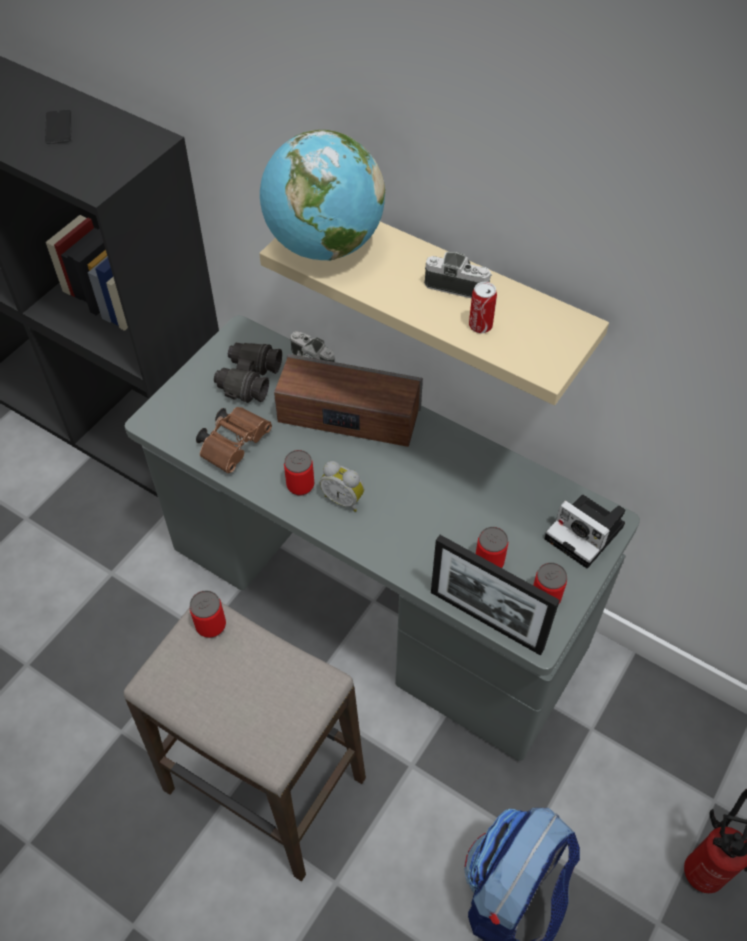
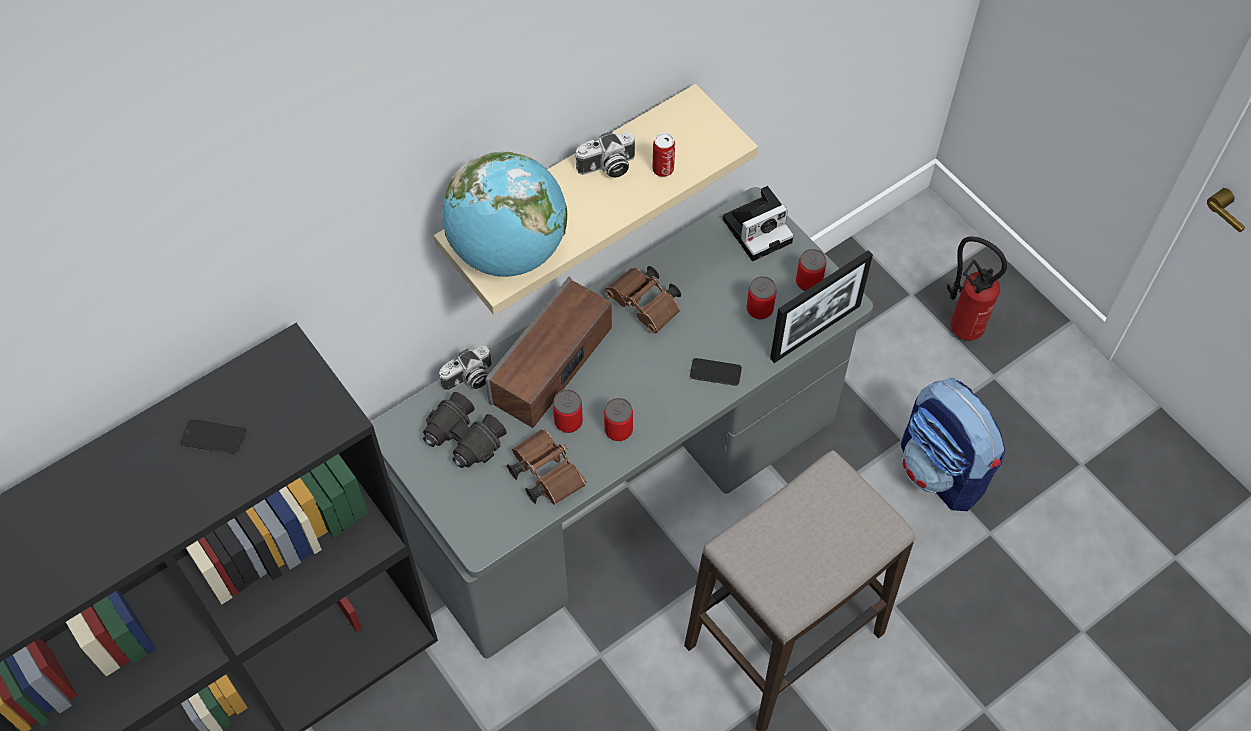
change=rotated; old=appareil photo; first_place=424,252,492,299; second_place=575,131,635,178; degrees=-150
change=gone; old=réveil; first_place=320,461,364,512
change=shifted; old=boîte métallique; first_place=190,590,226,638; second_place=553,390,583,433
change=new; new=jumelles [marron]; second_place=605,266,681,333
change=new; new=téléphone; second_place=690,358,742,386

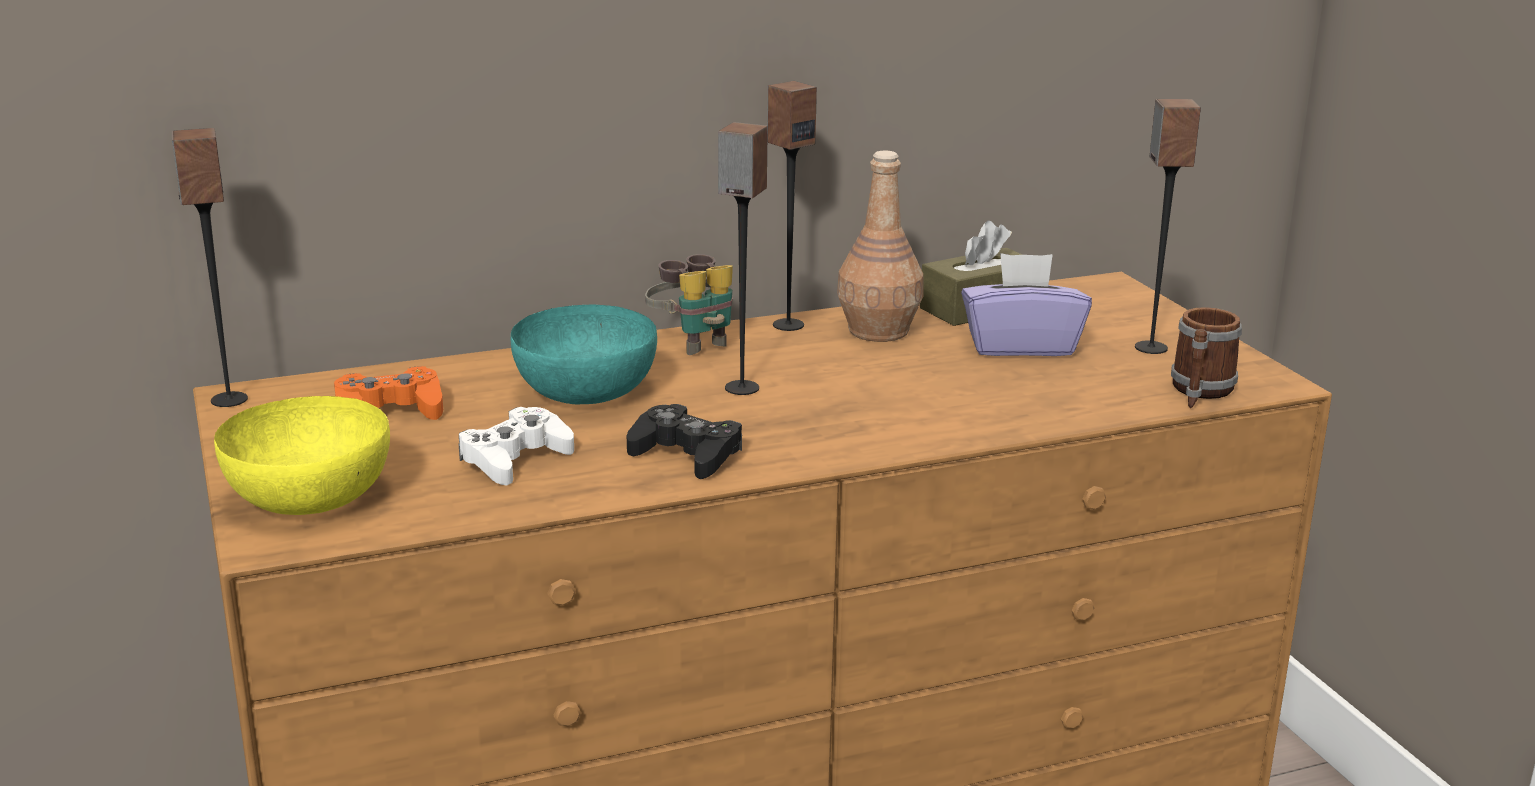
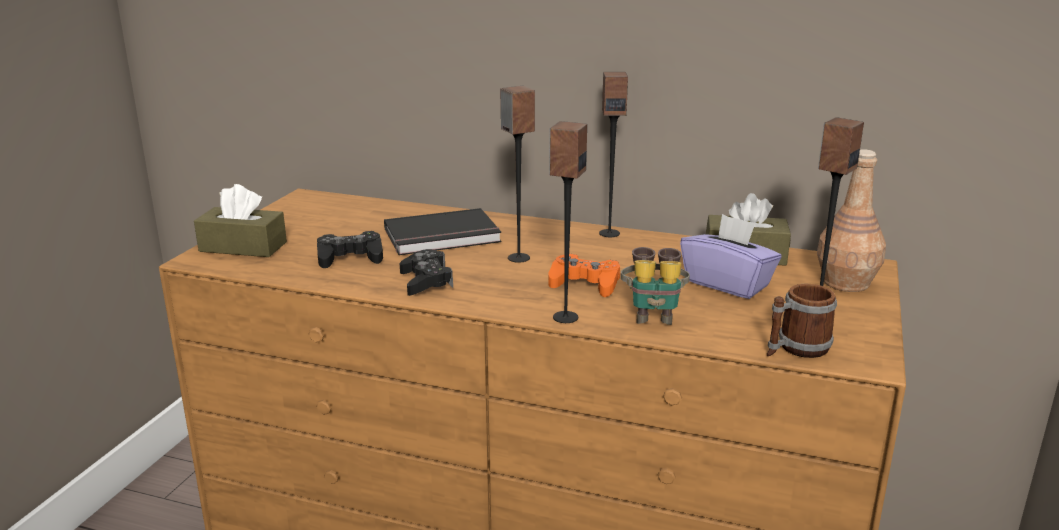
change=shifted; old=enceinte; first_place=172,128,248,407; second_place=549,121,587,323
change=shifted; old=bouteille [marron]; first_place=837,151,924,342; second_place=817,149,886,292
change=shifted; old=jumelles; first_place=645,254,733,355; second_place=621,247,690,325
change=swapped; old=bol [turquoise]; new=livre [noir]; first_place=511,305,657,404; second_place=384,208,501,255
change=shifted; old=manette [orange]; first_place=334,366,443,420; second_place=548,254,620,297
change=swapped; old=bol [jaune]; new=boîte à mouchoirs [marron]; first_place=214,396,390,515; second_place=194,184,287,257
change=repainted; old=manette [blanc]; new=manette [noir]; first_place=459,407,574,485; second_place=317,231,383,268

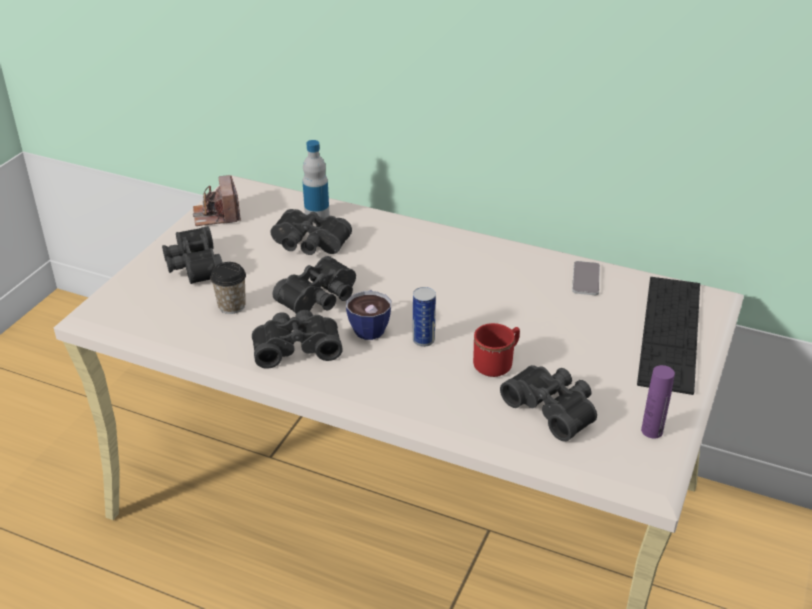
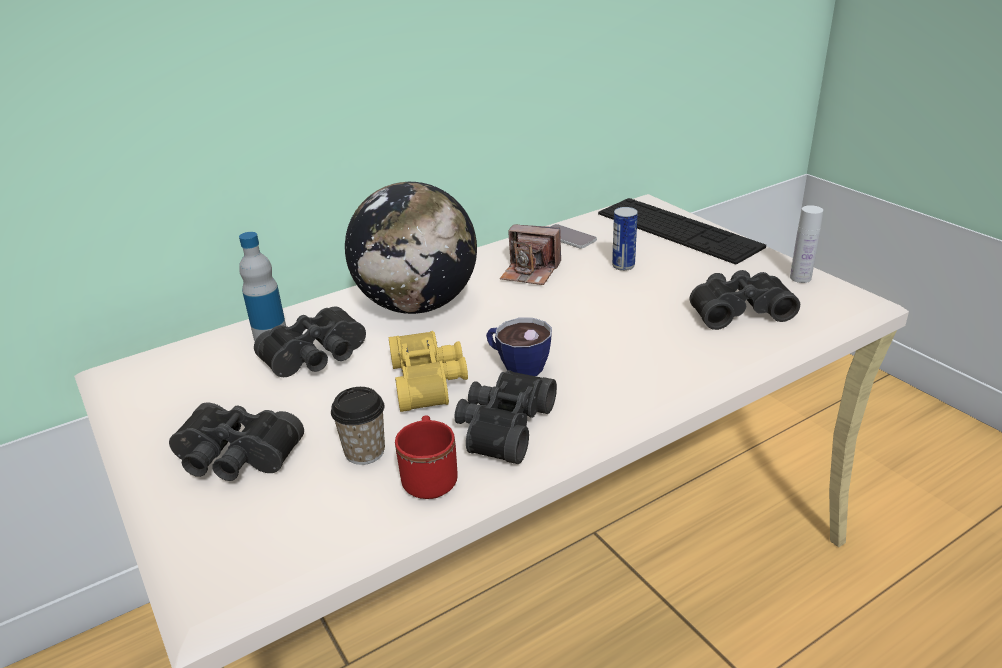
change=shifted; old=appareil photo; first_place=193,175,241,226; second_place=500,224,561,285
change=repainted; old=jumelles [noir]; new=jumelles [jaune]; first_place=273,256,356,314; second_place=389,331,468,412
change=shifted; old=boîte métallique; first_place=413,287,436,347; second_place=612,207,638,271
change=shifted; old=mug [rouge]; first_place=473,323,520,377; second_place=395,415,457,499
change=repainted; old=bouteille [violet]; new=bouteille [blanc]; first_place=641,365,675,438; second_place=790,205,823,283
change=new; new=globe; second_place=345,182,477,314

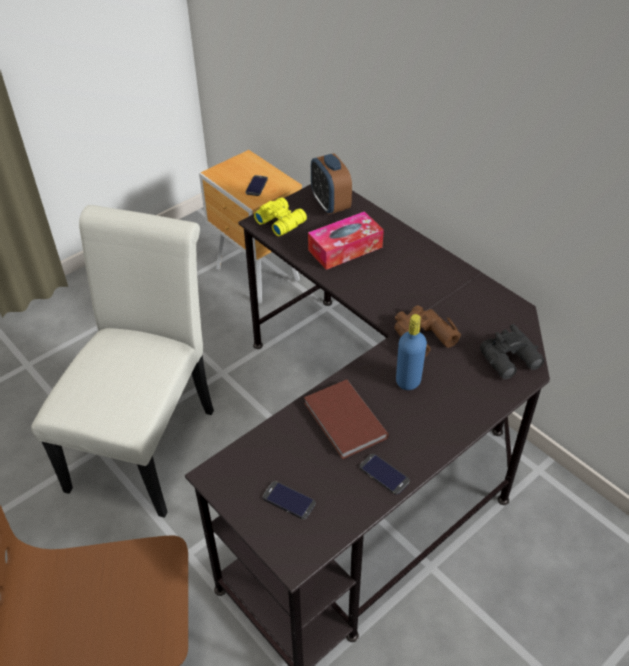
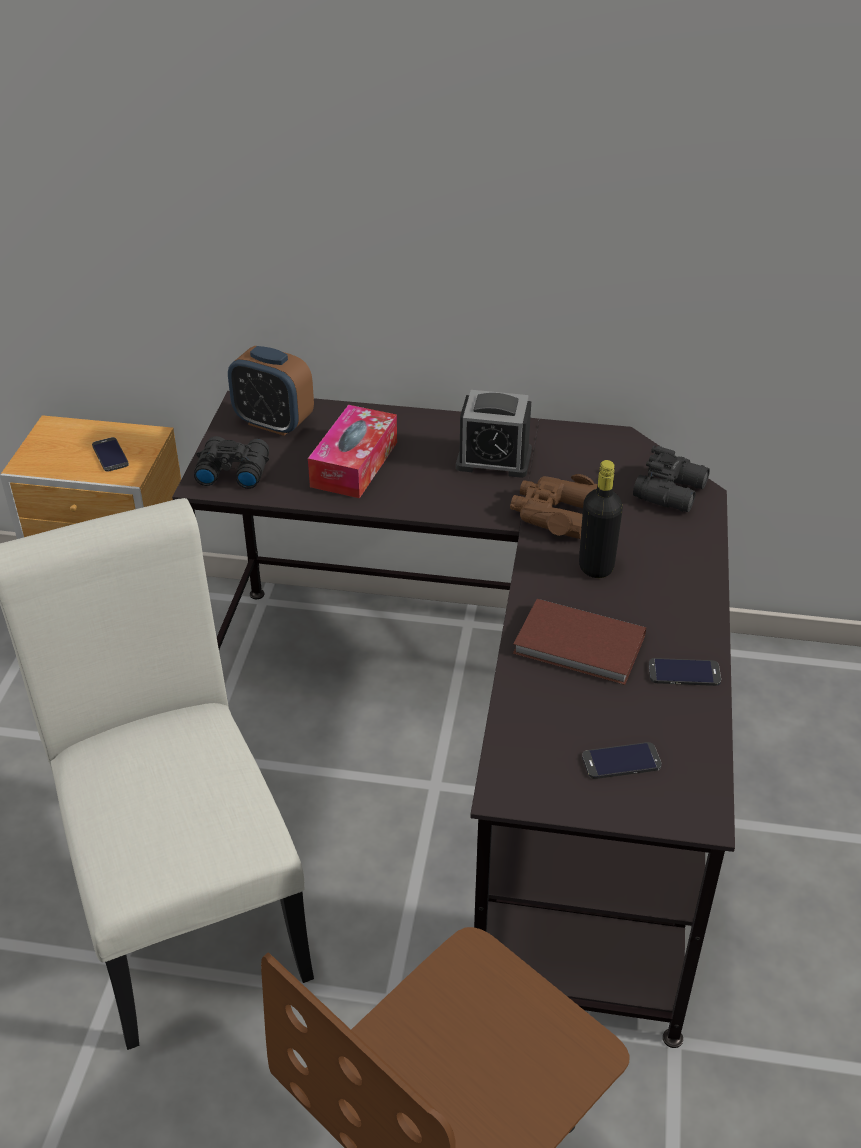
change=repainted; old=jumelles [jaune]; new=jumelles [noir]; first_place=254,197,307,236; second_place=194,436,269,489
change=repainted; old=bouteille [bleu]; new=bouteille [noir]; first_place=396,314,427,390; second_place=579,460,623,578
change=new; new=réveil; second_place=456,390,532,478

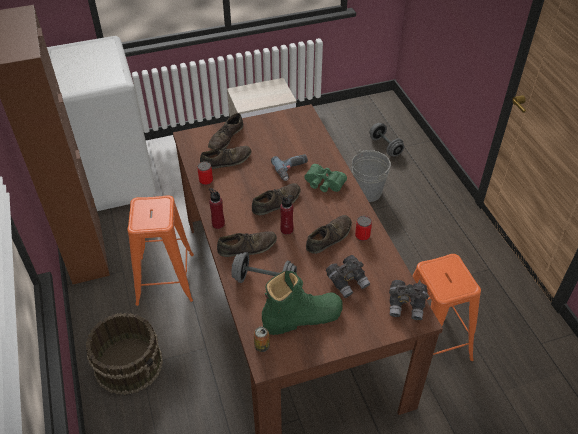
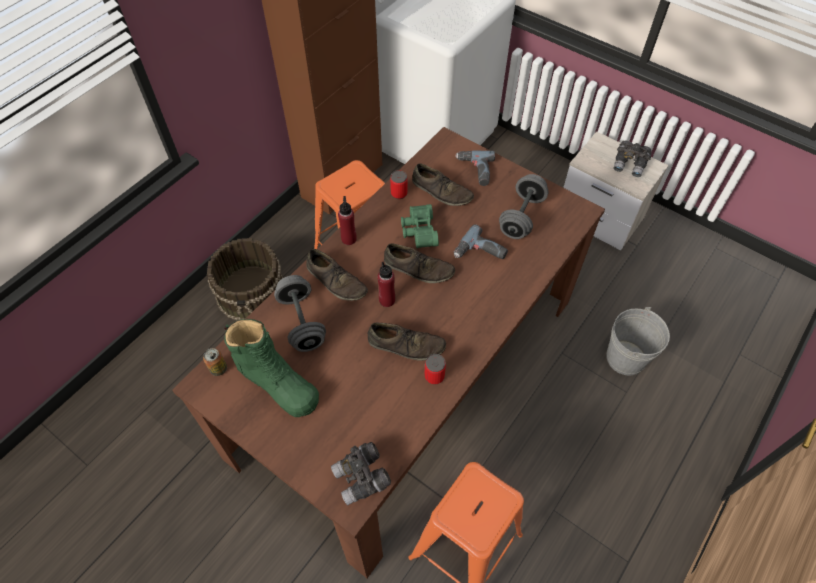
change=swapped; old=chaussure [marron]; new=perceuse; first_place=208,113,243,149; second_place=455,151,495,186
change=shifted; old=haltère [gris]; first_place=370,123,404,156; second_place=499,174,549,239
change=shifted; old=jumelles [vert]; first_place=304,164,347,192; second_place=401,204,439,248
change=shifted; old=jumelles [gris]; first_place=326,255,370,298; second_place=613,140,651,177

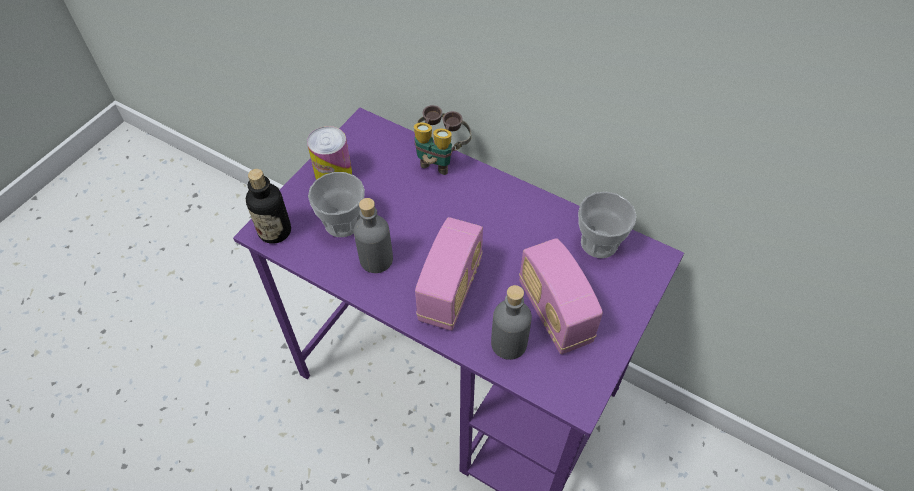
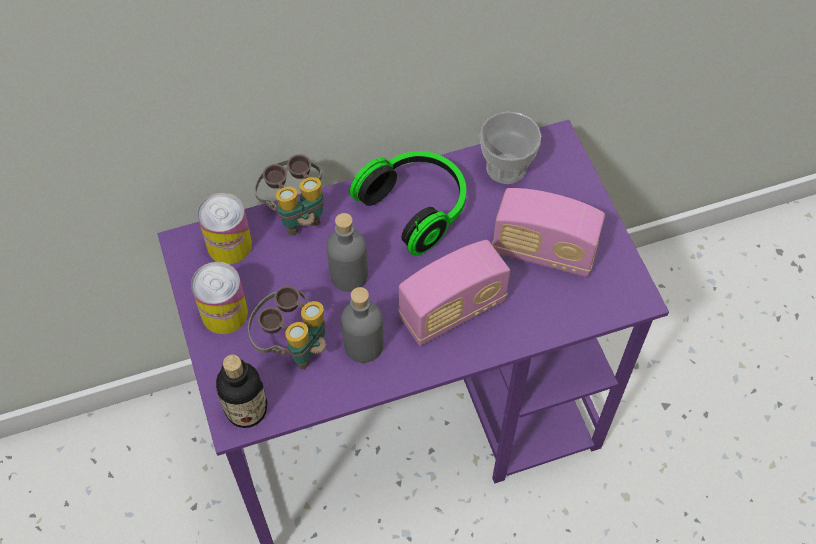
change=swapped; old=tasse; new=jumelles; first_place=308,172,365,237; second_place=248,286,326,370
change=rotated; old=radio; first_place=415,217,483,330; second_place=398,240,510,346; degrees=90
change=shifted; old=bouteille [gris]; first_place=491,285,532,360; second_place=326,213,368,292
change=new; new=casque audio; second_place=349,151,466,256
change=new; new=boîte métallique; second_place=197,193,252,264

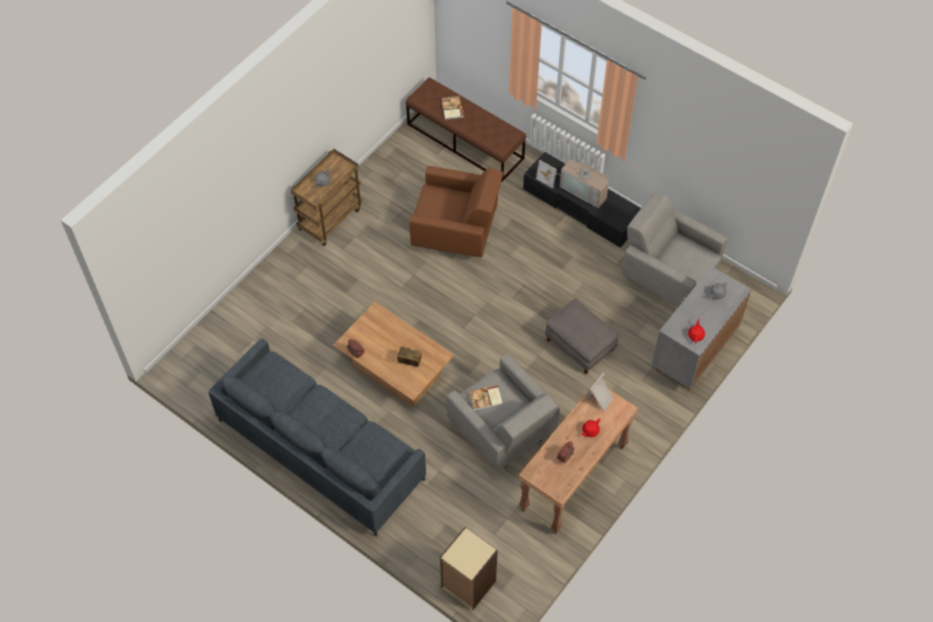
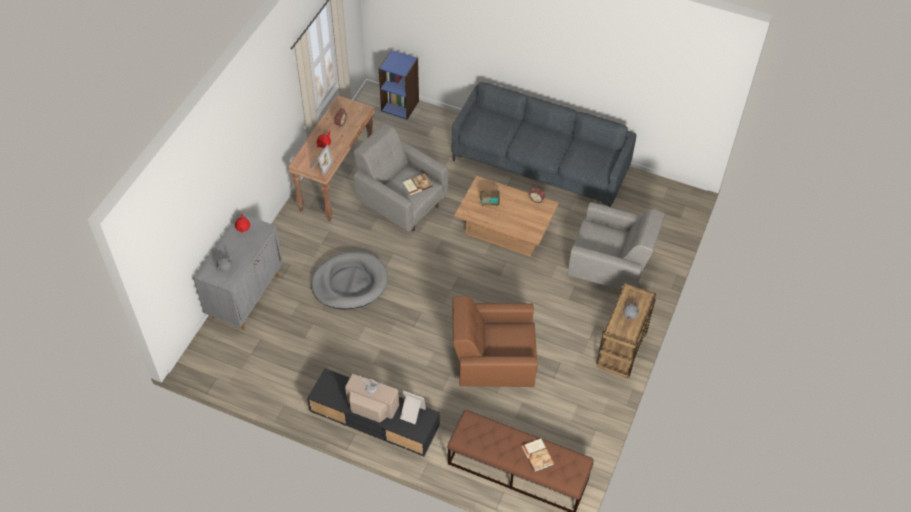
change=shifted; old=fauteuil [gris]; first_place=622,191,728,307; second_place=568,202,665,290
change=swapped; old=pouf [gris]; new=panier pour chien [gris]; first_place=545,298,619,374; second_place=311,251,388,310
change=repainted; old=bibliothèque [beige]; new=bibliothèque [bleu]; first_place=440,527,498,611; second_place=379,50,419,120

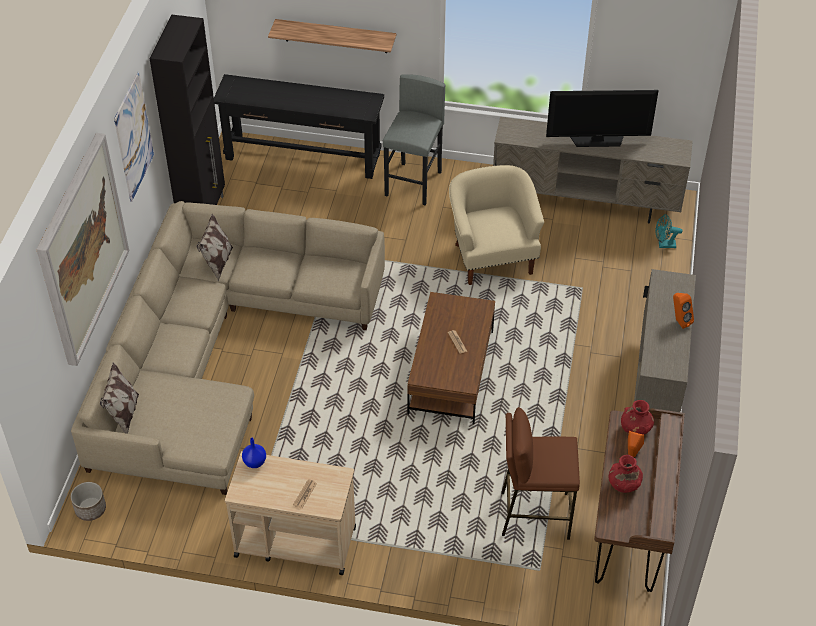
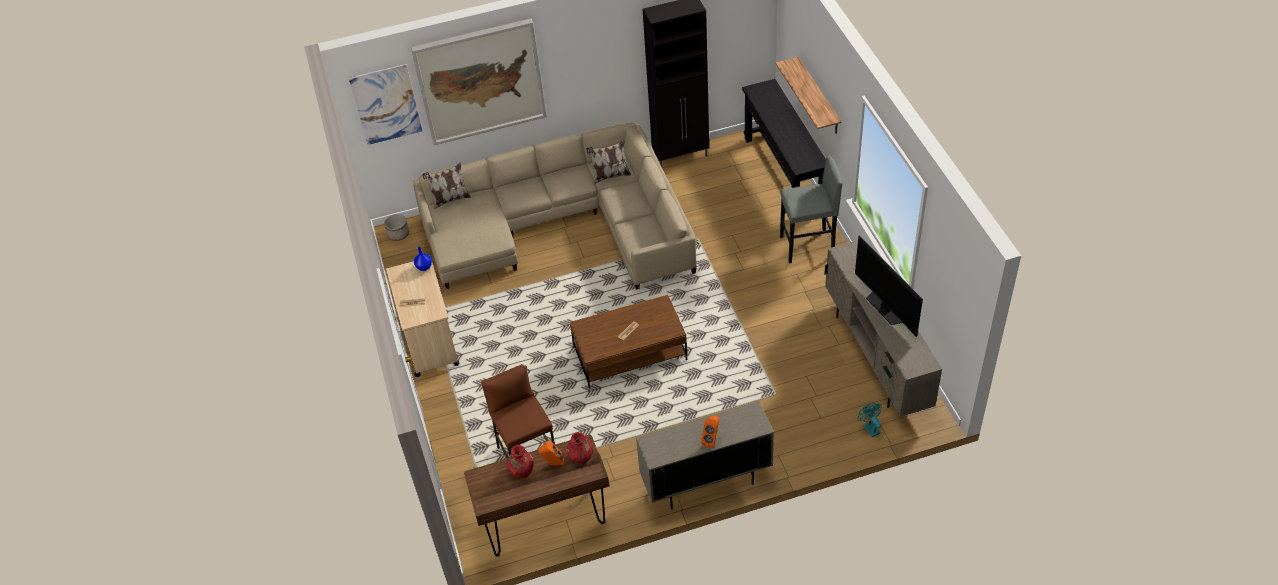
change=shifted; old=tableau; first_place=114,72,154,202; second_place=349,64,422,145
change=gone; old=fauteuil [beige]; first_place=449,165,544,285

